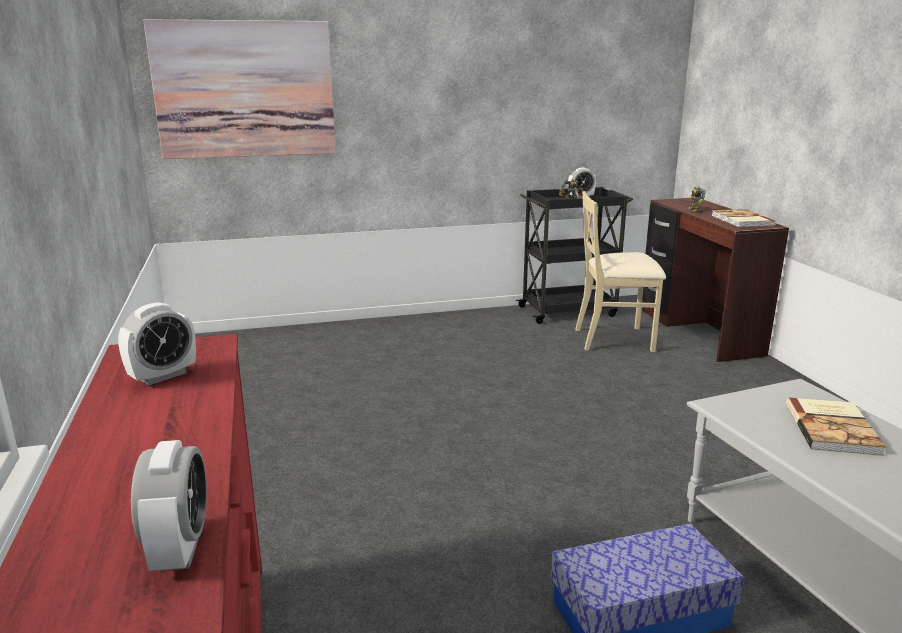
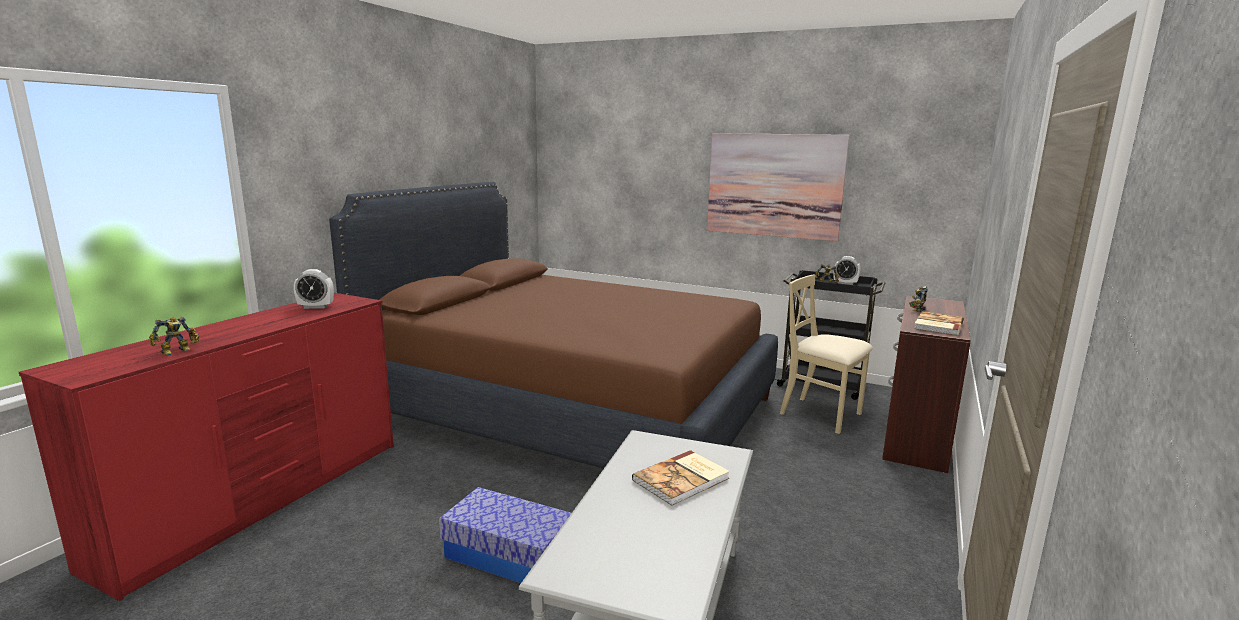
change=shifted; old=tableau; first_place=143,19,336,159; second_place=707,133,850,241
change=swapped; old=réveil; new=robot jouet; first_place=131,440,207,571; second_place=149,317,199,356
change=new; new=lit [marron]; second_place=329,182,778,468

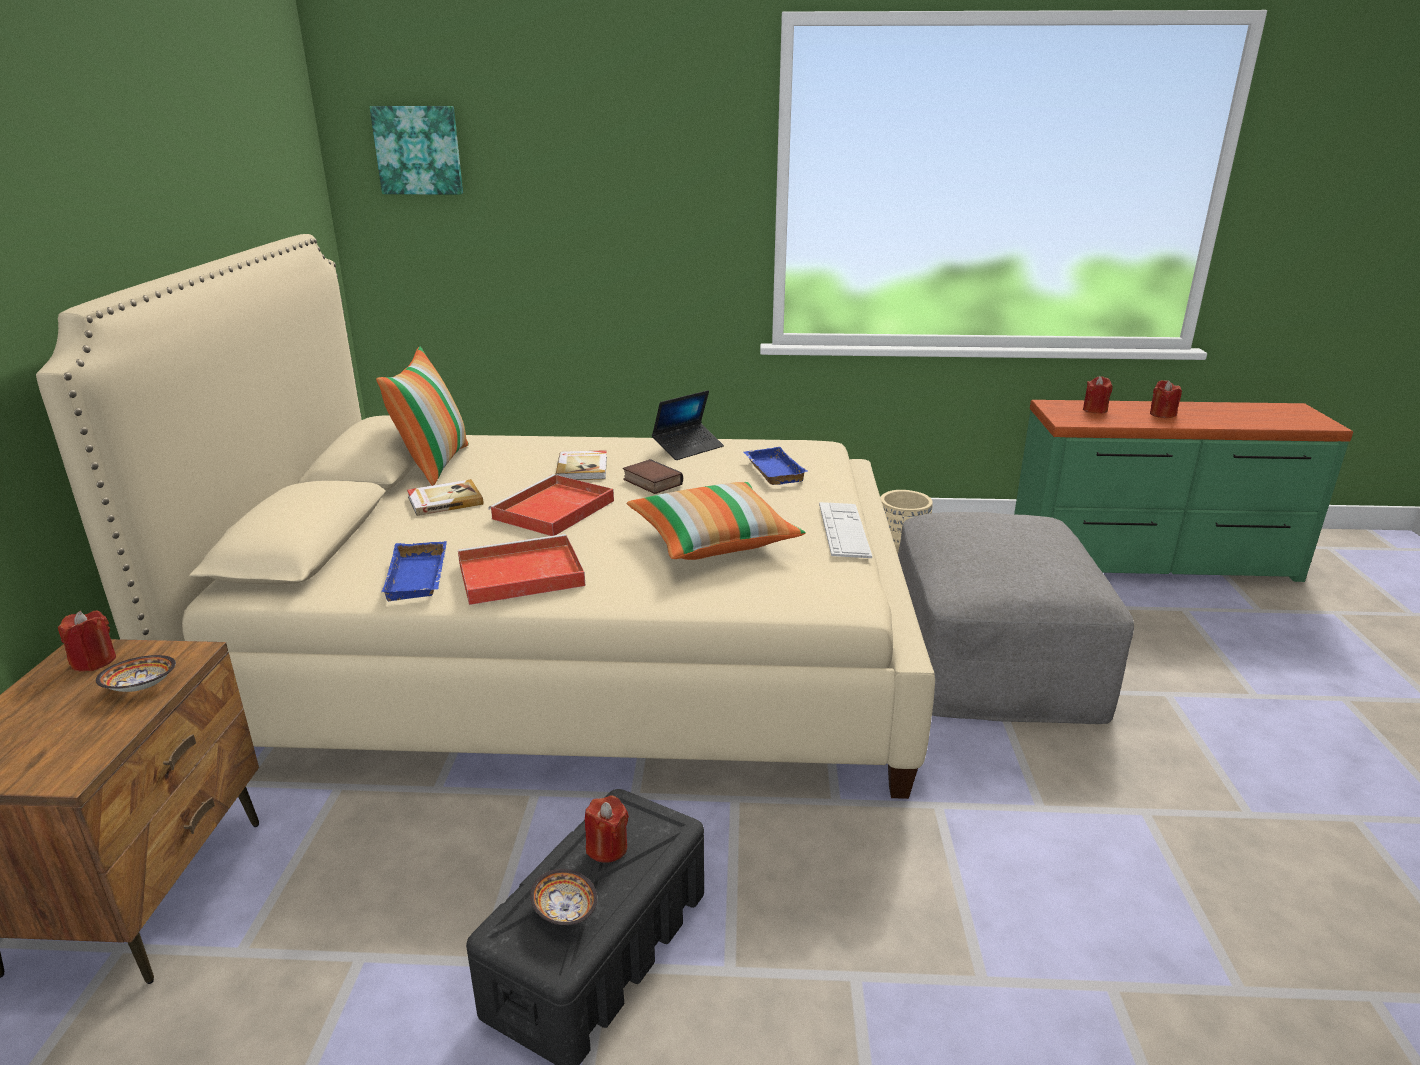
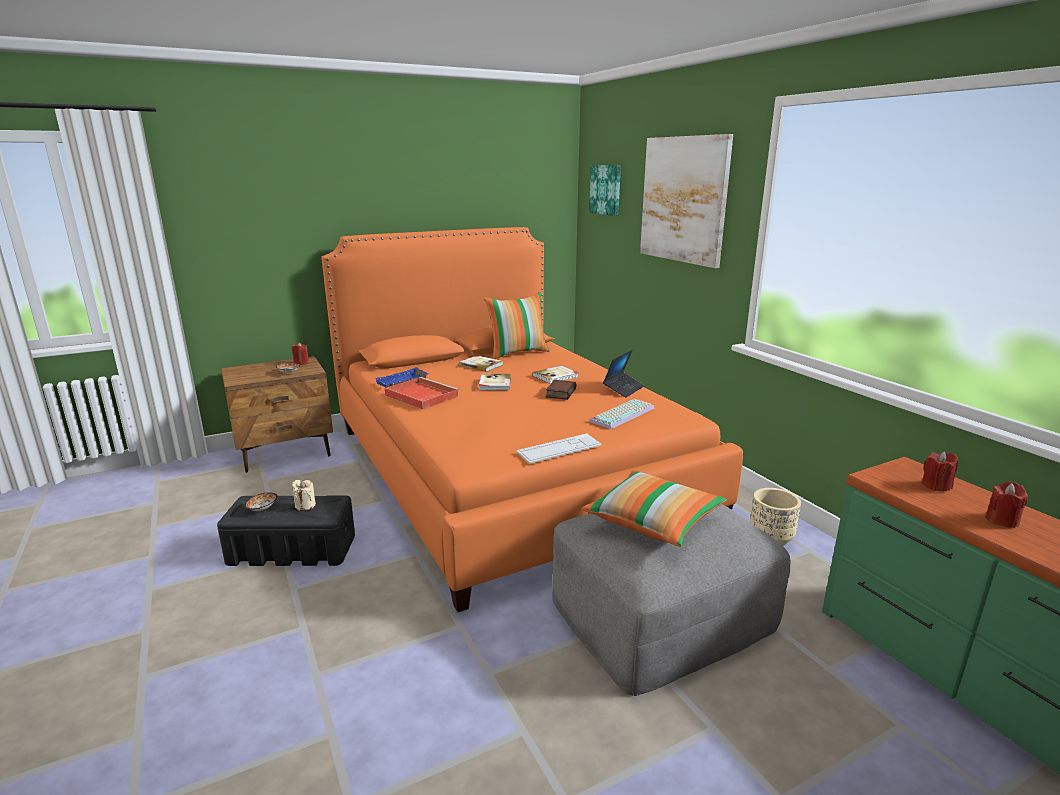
change=repainted; old=lit [beige]; new=lit [orange]; first_place=36,234,935,799; second_place=321,227,743,612
change=rotated; old=ordinateur portable; first_place=652,390,724,460; second_place=603,350,645,398; degrees=-75
change=swapped; old=plateau [bleu]; new=clavier; first_place=744,447,808,485; second_place=589,399,654,429
change=swapped; old=plateau [rouge]; new=livre; first_place=488,474,614,536; second_place=479,374,511,390
change=shifted; old=coussin; first_place=627,482,805,560; second_place=582,470,727,547
change=repainted; old=bougie [rouge]; new=bougie [beige]; first_place=585,795,629,863; second_place=292,480,316,511
change=new; new=tableau; second_place=640,134,733,268

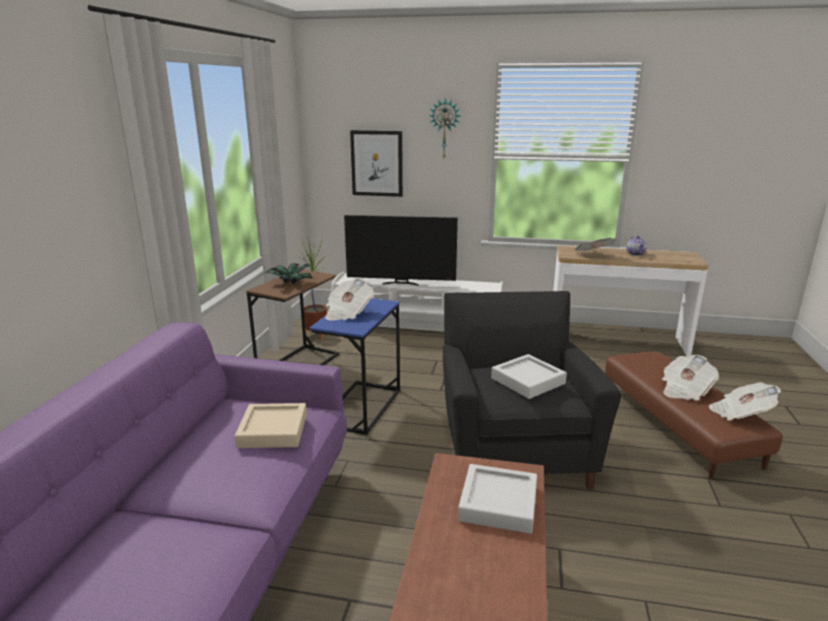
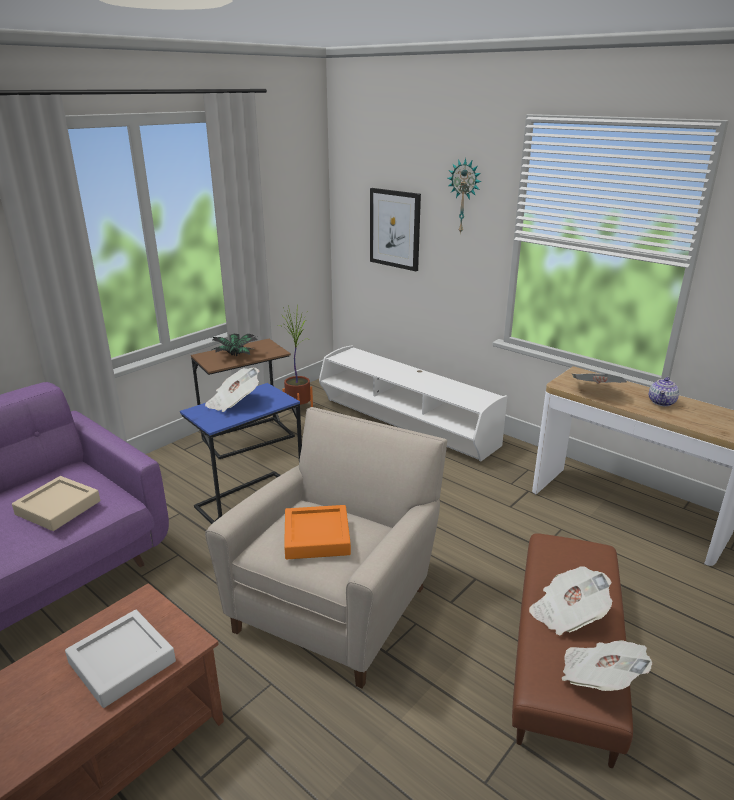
change=gone; old=téléviseur; first_place=344,215,458,286
change=repainted; old=fauteuil [noir]; new=fauteuil [beige]; first_place=443,291,621,490; second_place=205,407,447,688
change=repainted; old=plateau [gris]; new=plateau [orange]; first_place=491,354,567,399; second_place=284,505,351,559

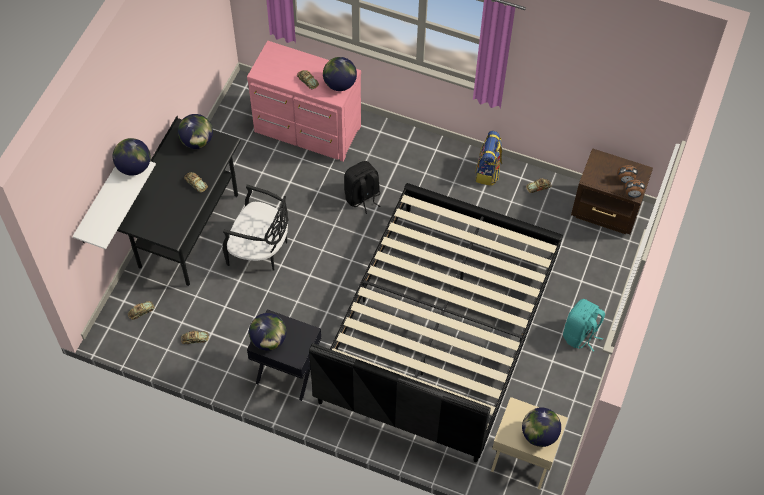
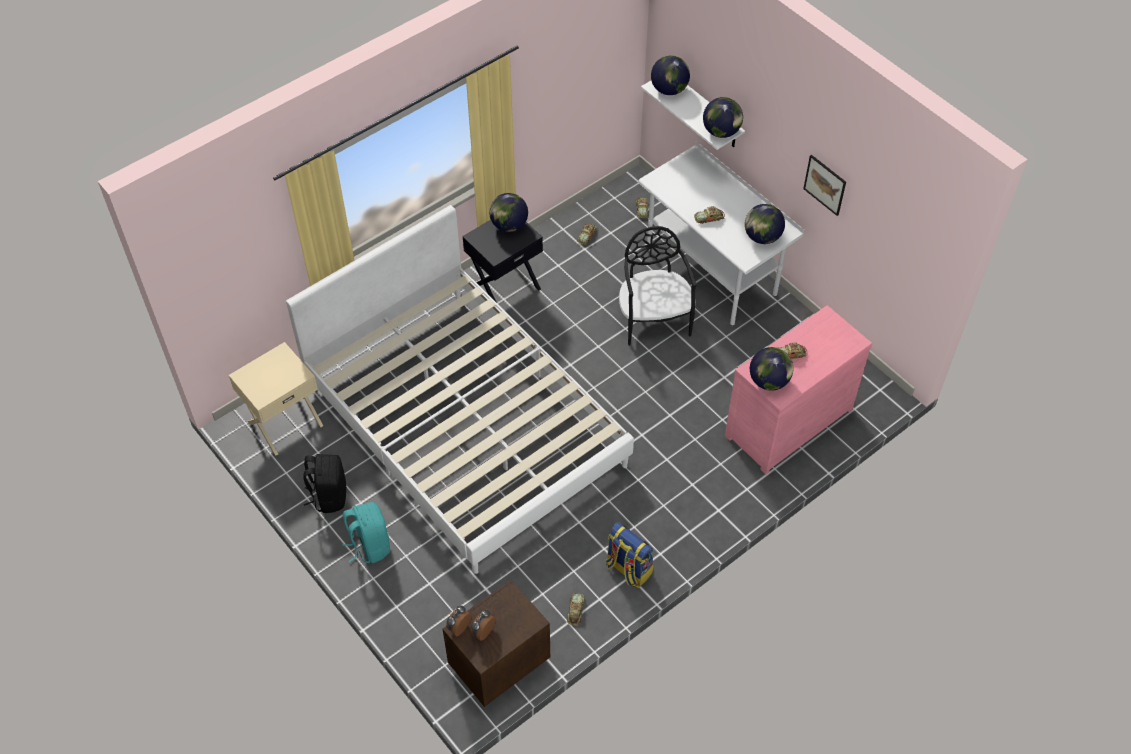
change=repainted; old=bureau [noir]; new=bureau [blanc]; first_place=117,116,241,286; second_place=638,141,804,327
change=shifted; old=sac à dos [noir]; first_place=344,161,380,214; second_place=304,454,347,513
change=repainted; old=lit [noir]; new=lit [blanc]; first_place=309,183,563,462; second_place=286,205,634,574
change=rotated; old=chaise [noir]; first_place=222,184,289,271; second_place=619,226,696,346; degrees=120
change=shifted; old=globe; first_place=522,407,561,447; second_place=651,55,690,95
change=new; new=tableau; second_place=803,155,846,216

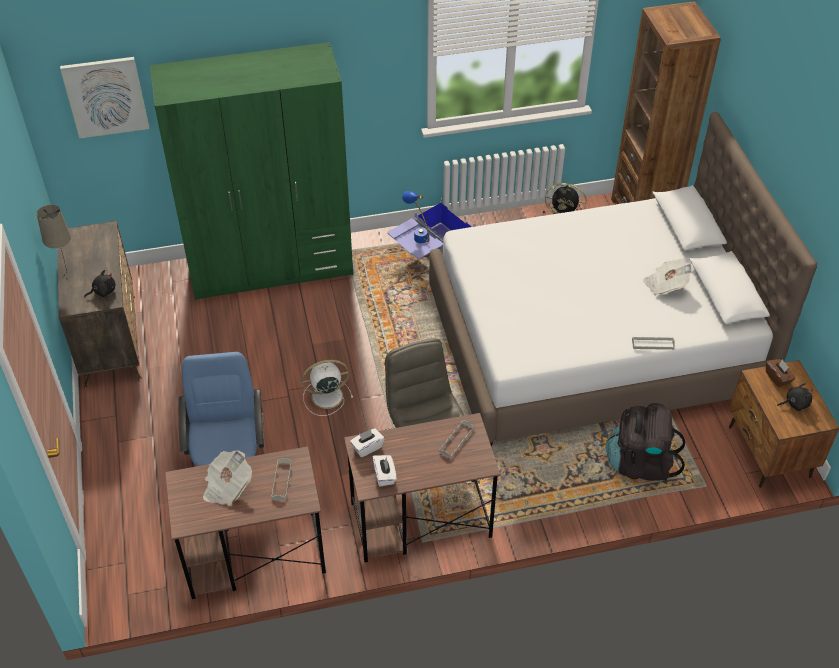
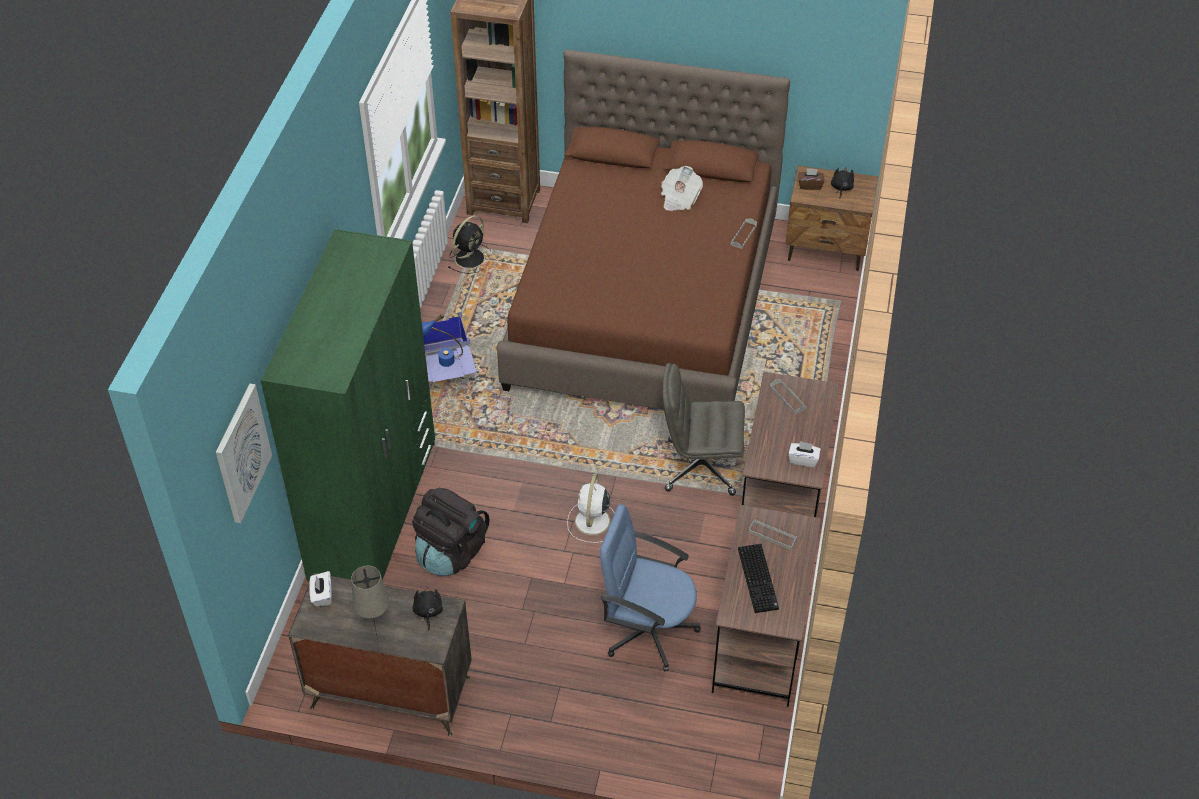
change=repainted; old=lit [blanc]; new=lit [marron]; first_place=429,112,817,447; second_place=497,49,790,410
change=shifted; old=sac à dos [noir]; first_place=606,403,685,481; second_place=412,488,490,576
change=shifted; old=boîte à mouchoirs [blanc]; first_place=350,428,384,458; second_place=309,571,332,607
change=swapped; old=journal; new=clavier; first_place=203,450,252,506; second_place=738,544,779,613

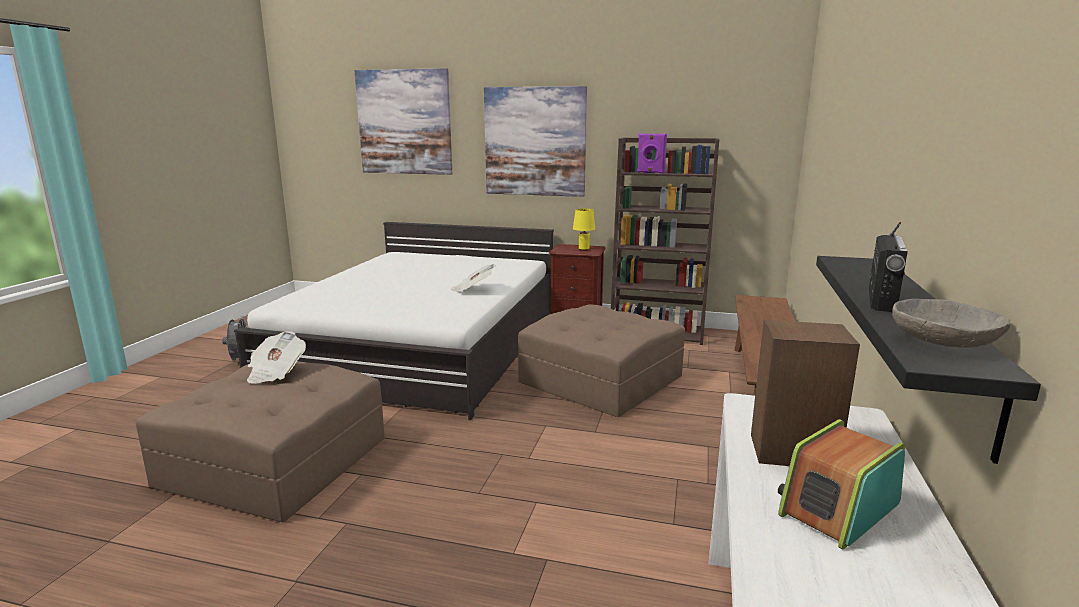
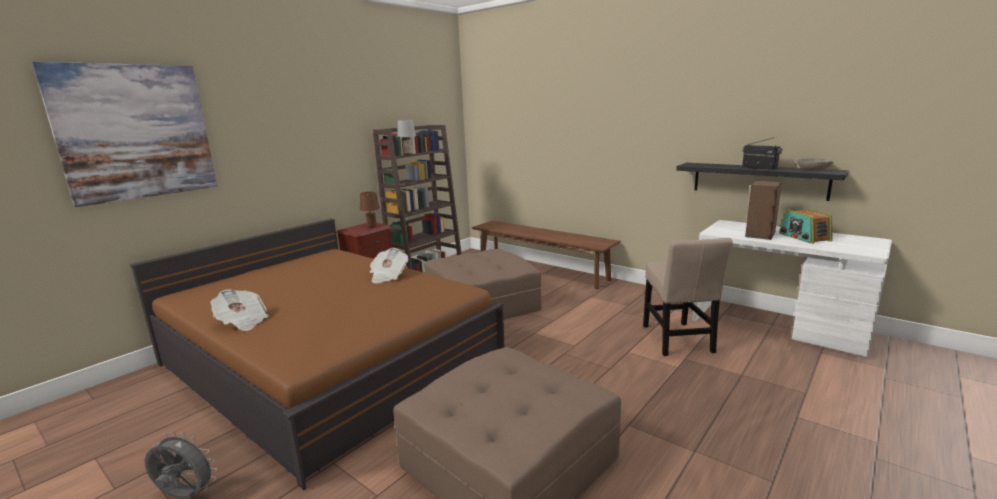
change=gone; old=tableau; first_place=484,86,587,197
change=swapped; old=enceinte [violet]; new=lampe de table [gris]; first_place=637,133,667,173; second_place=397,120,416,155
change=repainted; old=lampe de table [jaune]; new=lampe de table [marron]; first_place=573,208,595,251; second_place=360,192,380,228
change=repainted; old=lit [blanc]; new=lit [marron]; first_place=234,222,554,420; second_place=130,219,504,490
change=shifted; old=journal; first_place=247,331,306,384; second_place=210,289,269,331
change=new; new=chaise [beige]; second_place=643,238,733,356

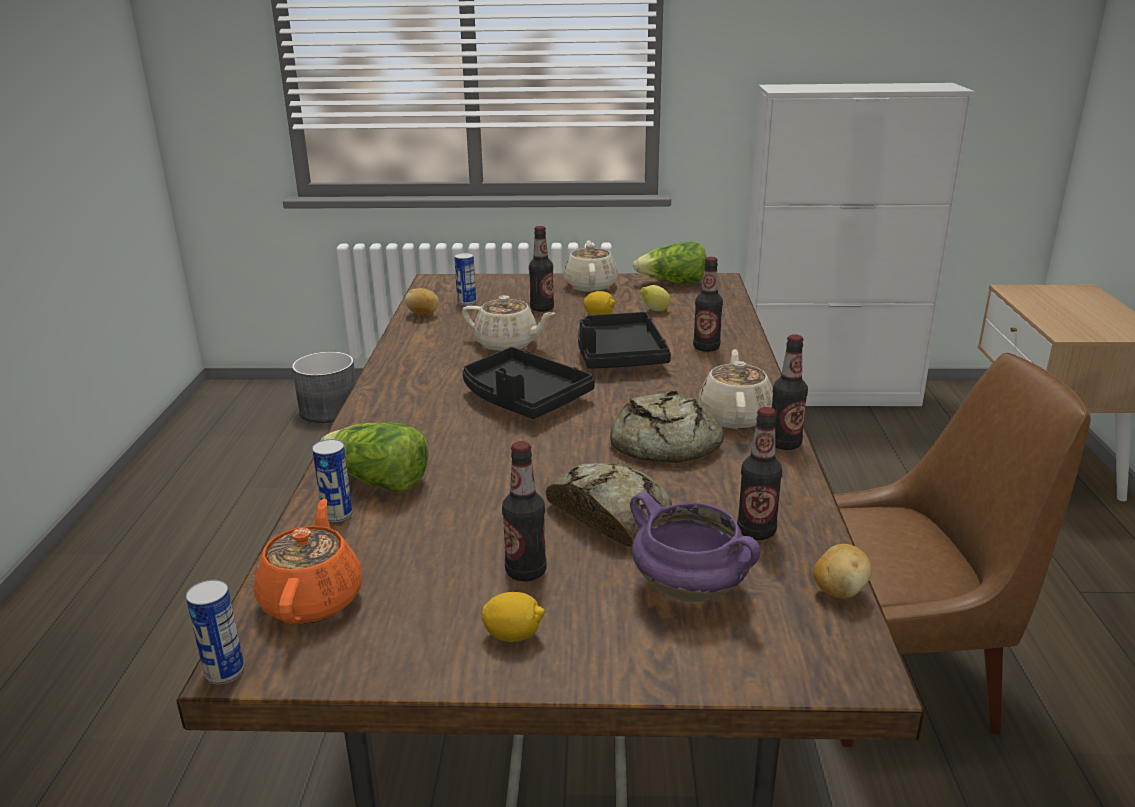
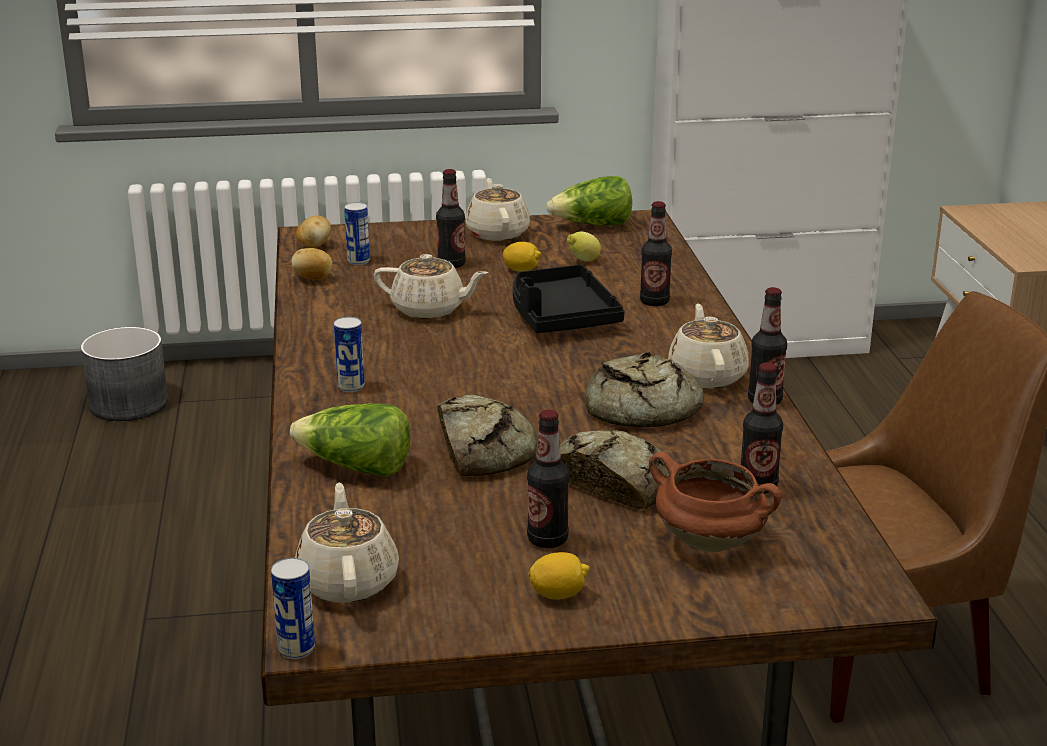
change=gone; old=plateau [noir]; first_place=462,347,595,419
change=shifted; old=boîte métallique; first_place=312,439,353,522; second_place=334,317,365,392
change=repainted; old=marmite [violet]; new=marmite [marron]; first_place=630,492,760,602; second_place=649,452,782,552
change=repainted; old=théière [orange]; new=théière [beige]; first_place=254,499,362,624; second_place=295,483,399,603
change=shifted; old=pomme de terre; first_place=813,544,872,599; second_place=296,215,331,248
change=new; new=pain; second_place=437,395,538,476

